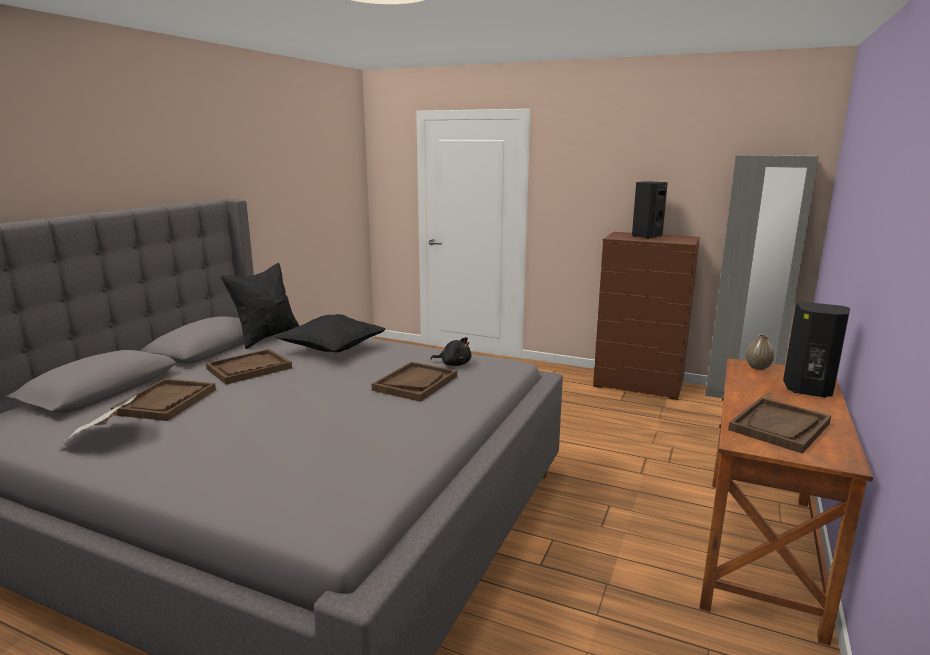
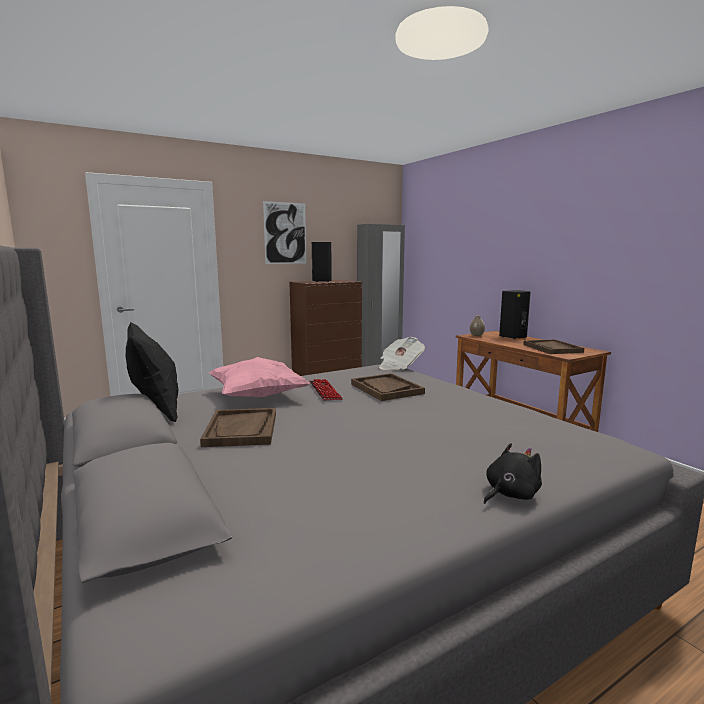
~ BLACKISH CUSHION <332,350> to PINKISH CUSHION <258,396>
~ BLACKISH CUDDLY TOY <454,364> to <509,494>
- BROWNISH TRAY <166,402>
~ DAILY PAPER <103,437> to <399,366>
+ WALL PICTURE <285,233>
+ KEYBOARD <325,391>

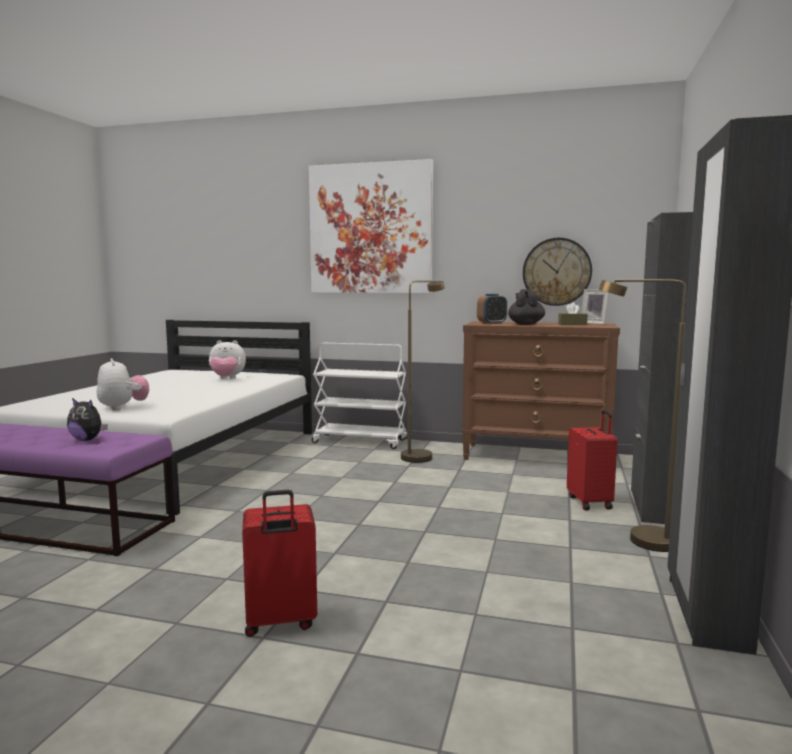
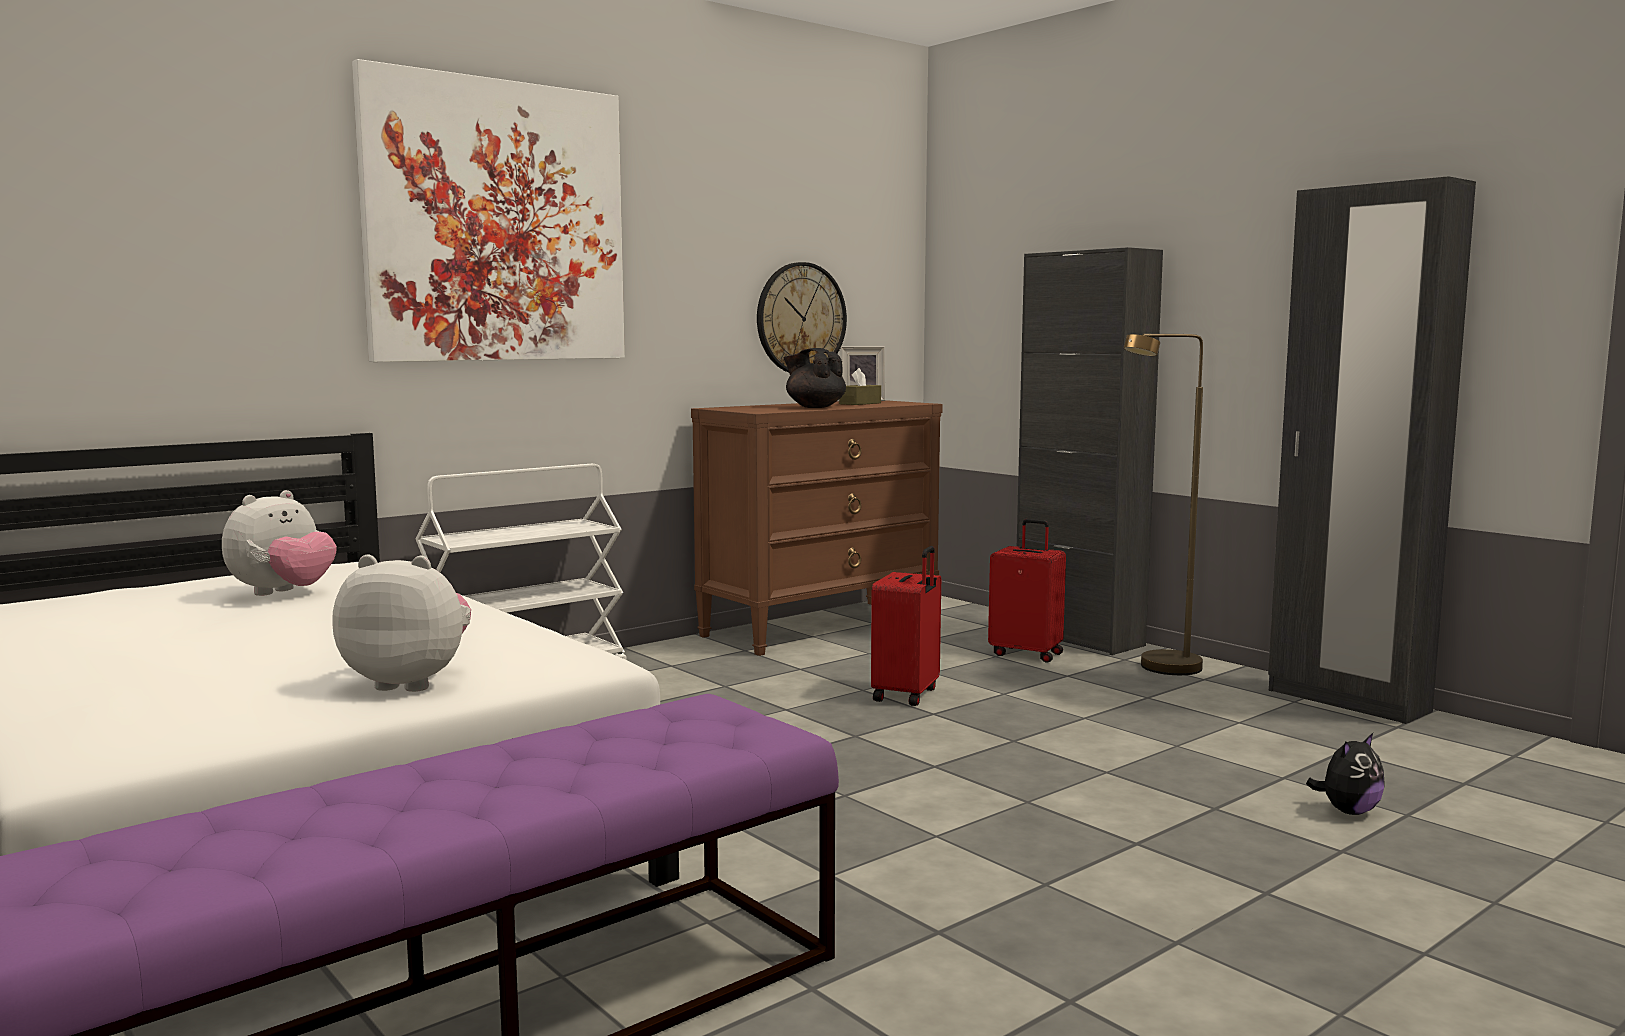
- BROWNISH STANDING LAMP <421,456>
- BEDSIDE CLOCK <491,323>
~ CUDDLY TOY <87,440> to <1348,811>
~ RED PIECE OF LUGGAGE <280,622> to <907,695>

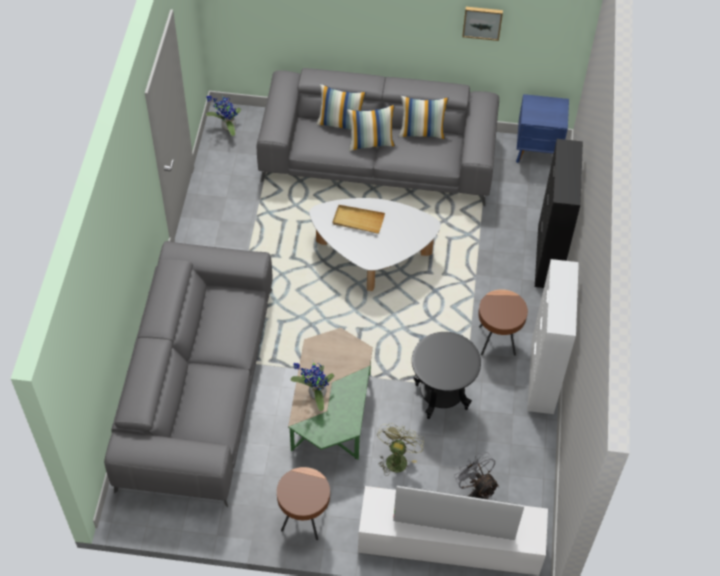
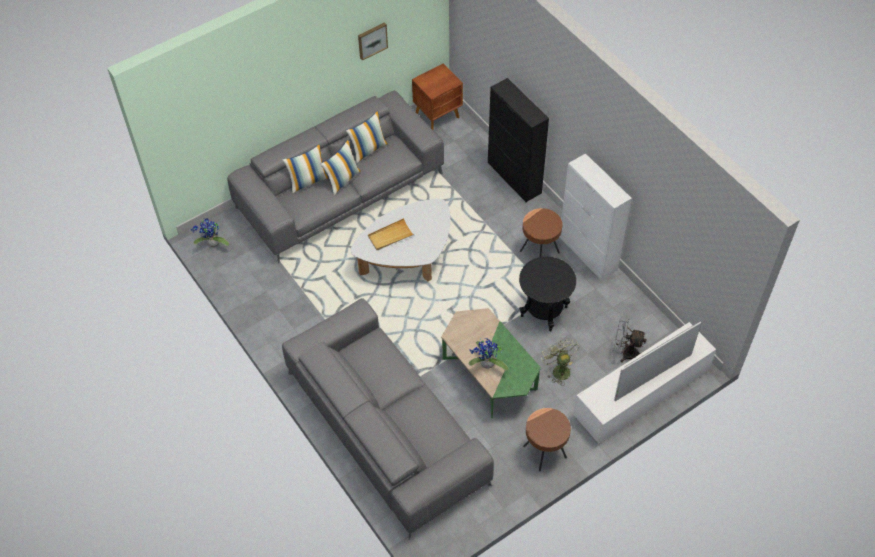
~ BLUE-COLOURED NIGHTSTAND <538,152> to BROWNISH NIGHTSTAND <438,116>

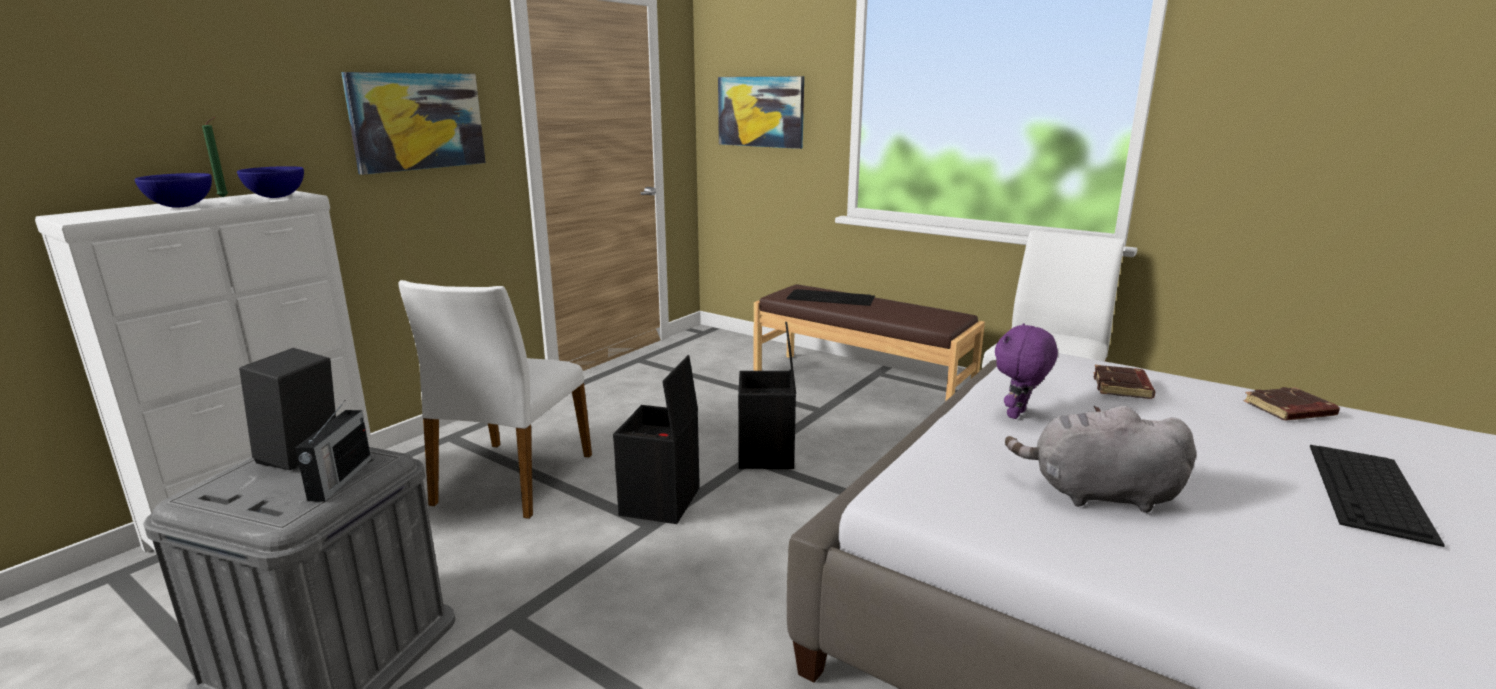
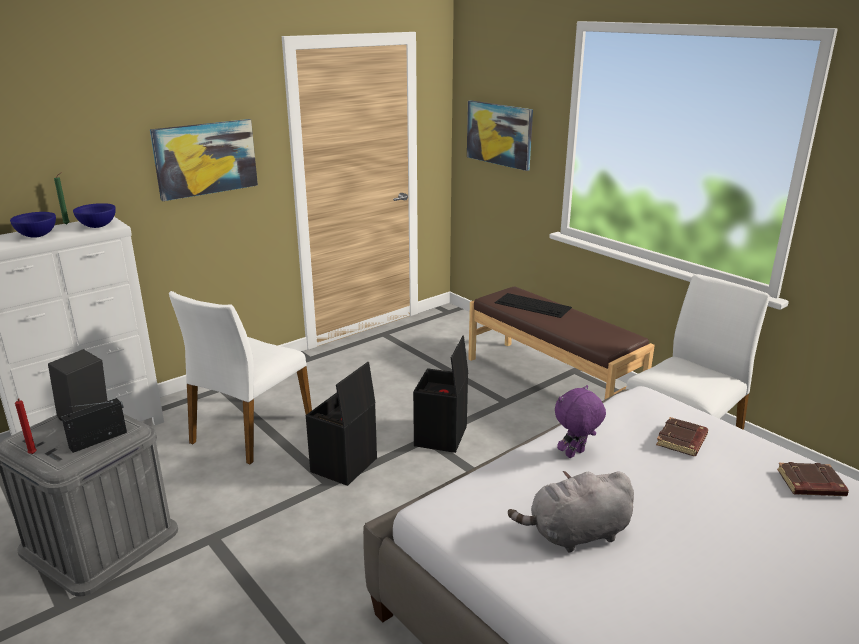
~ RADIO RECEIVER <339,480> = <99,439> 150 degrees counterclockwise
~ GREYISH CUDDLY TOY <1097,494> = <575,534> 45 degrees counterclockwise
- KEYBOARD <1370,491>
+ RED CANDLE <33,454>

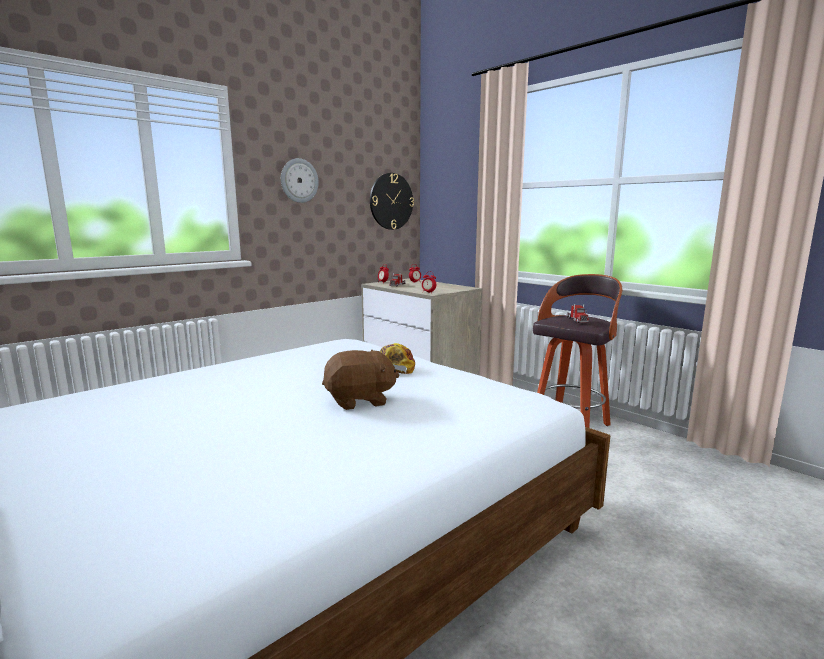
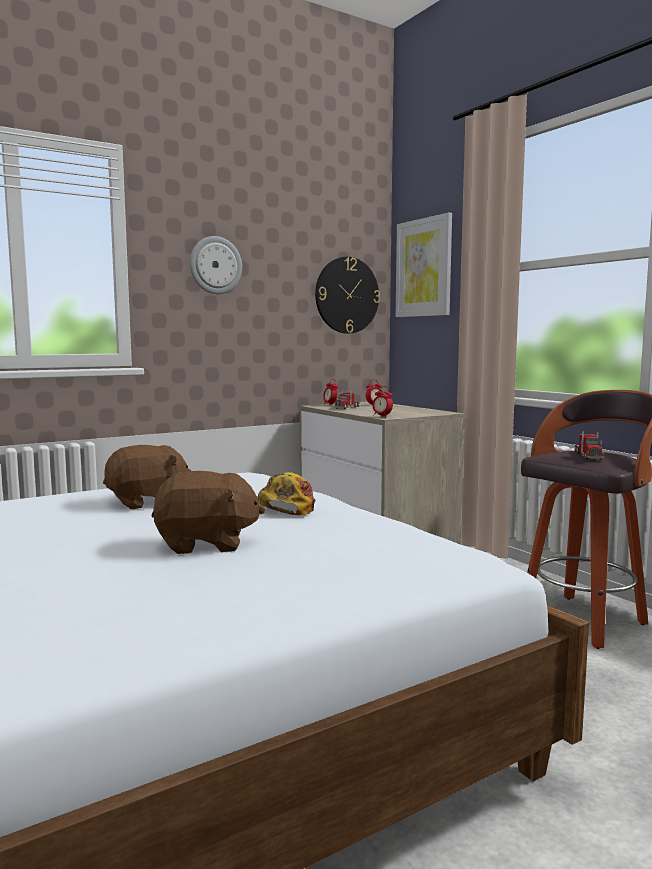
+ WALL PICTURE <424,268>
+ BROWNISH CUDDLY TOY <147,502>

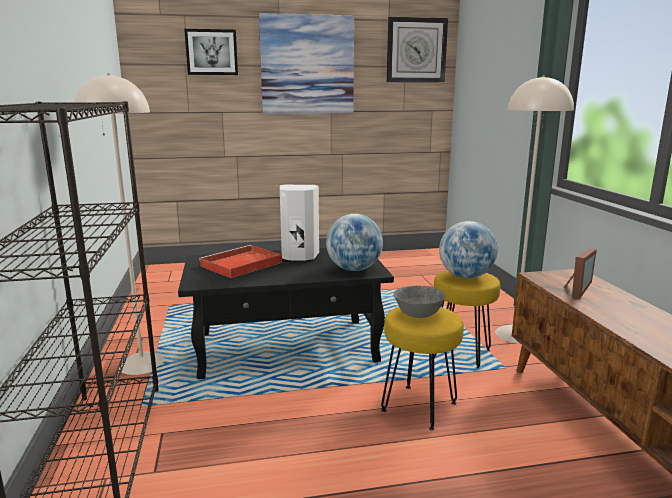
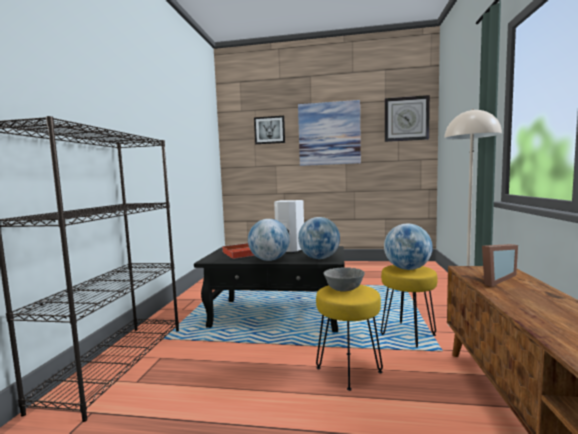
- BEIGE STANDING LAMP <142,363>
+ GLOBE <269,260>

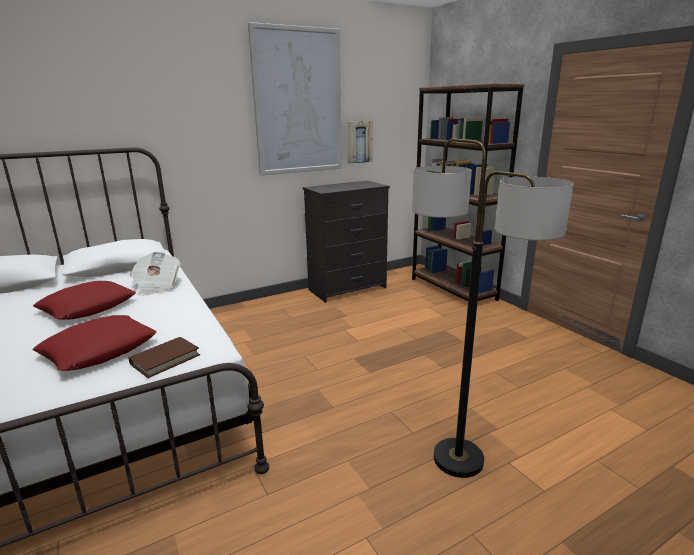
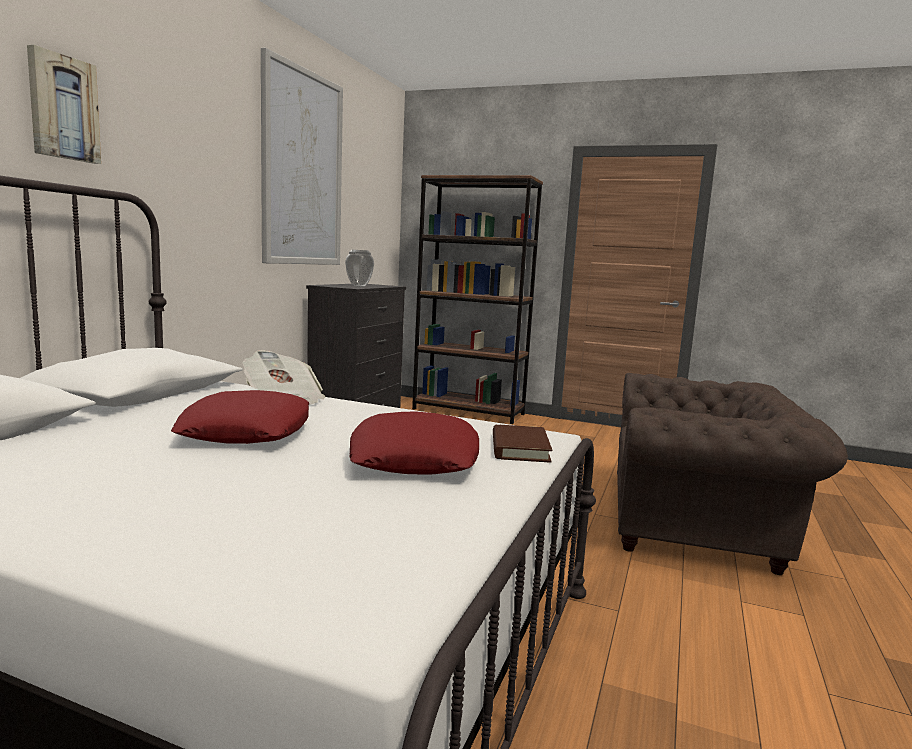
~ WALL PICTURE <359,142> to <62,108>
~ STANDING LAMP <458,459> to BROWNISH LOUNGE CHAIR <699,528>
+ FLOWER VASE <359,286>

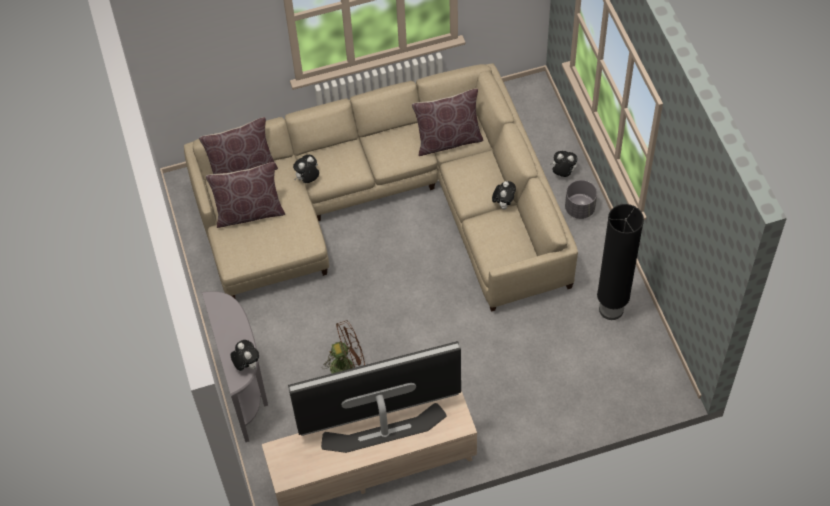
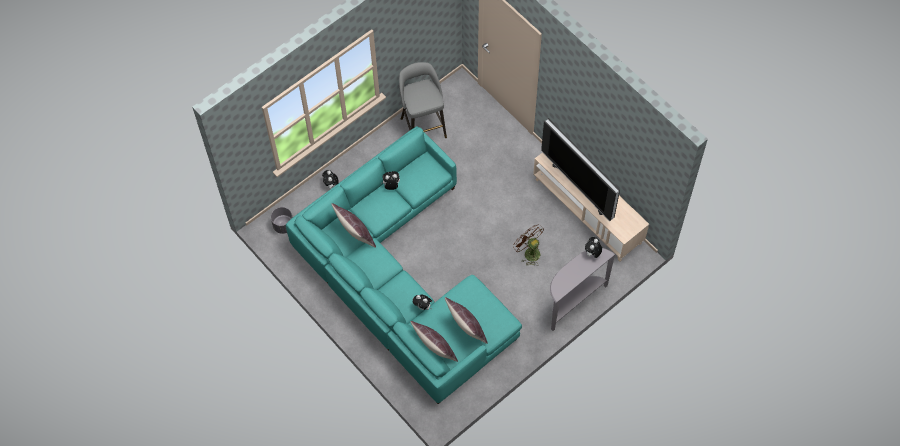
~ BEIGE COUCH <386,206> to TURQUOISE-COLOURED COUCH <402,278>
~ GREYISH PLANT POT <580,208> to <283,225>
~ BLACKISH STANDING LAMP <611,309> to GREYISH SITTING STOOL <423,126>

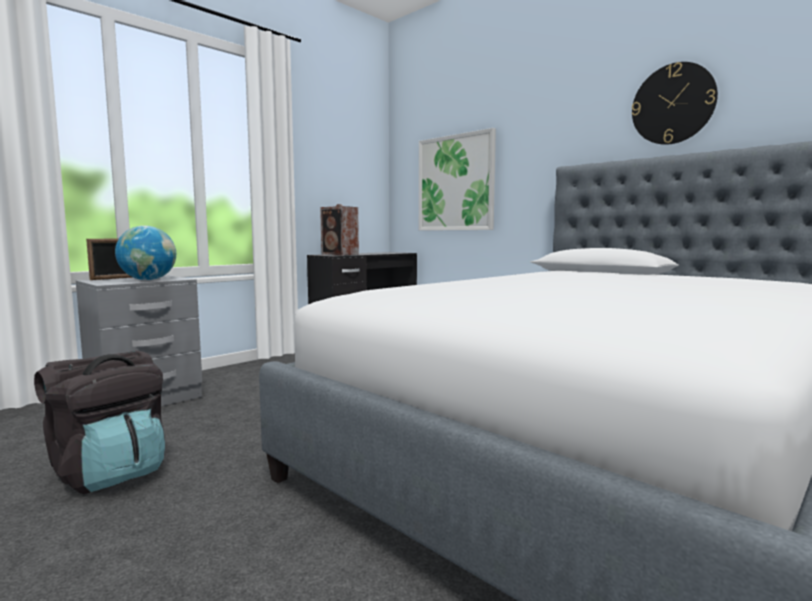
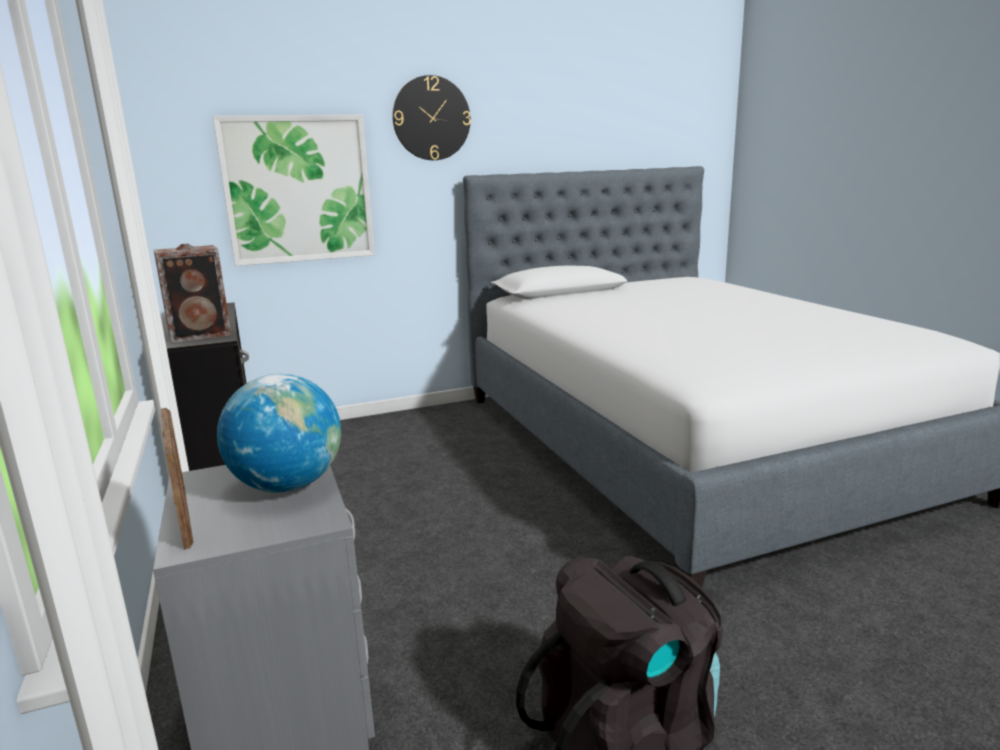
~ CLOCK ON THE WALL <673,104> to <431,118>

